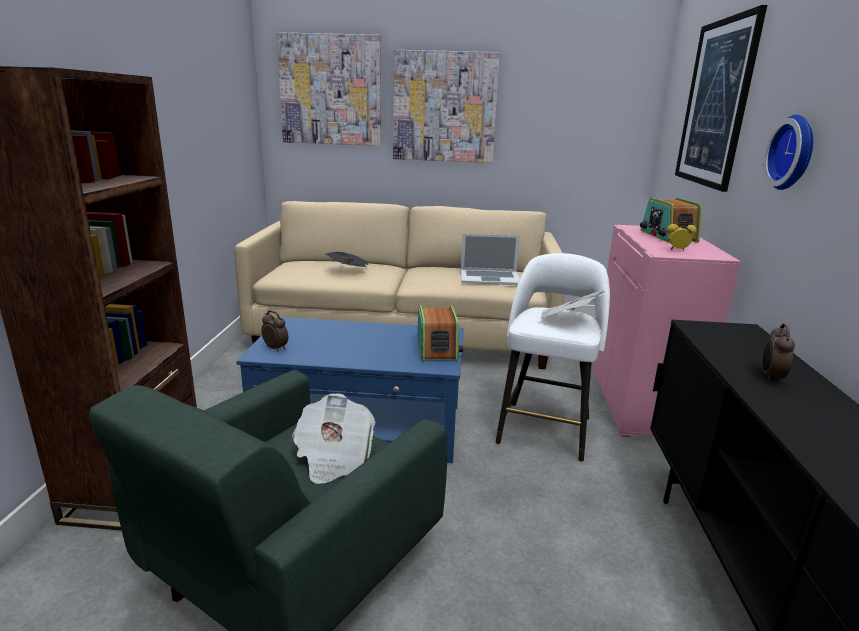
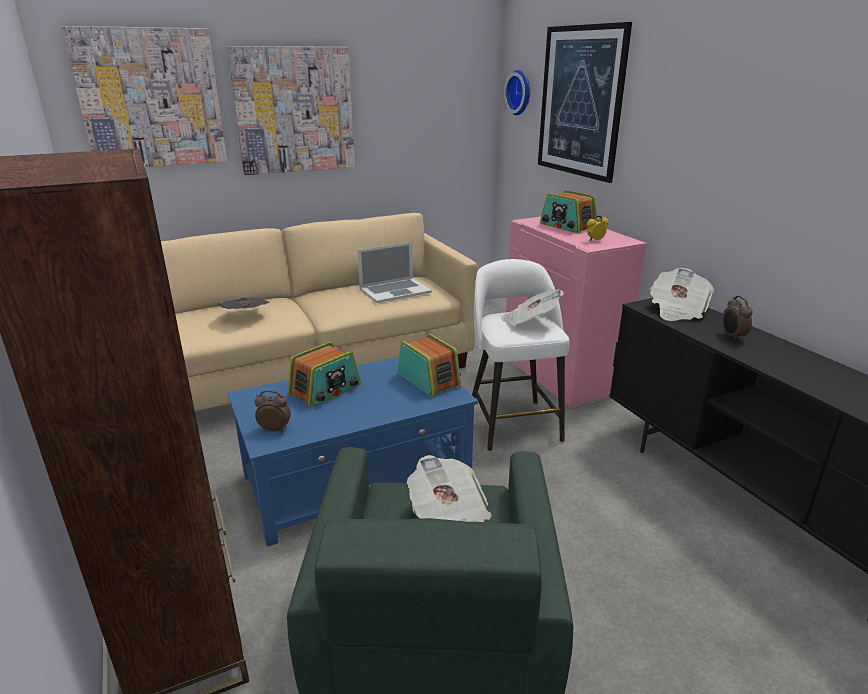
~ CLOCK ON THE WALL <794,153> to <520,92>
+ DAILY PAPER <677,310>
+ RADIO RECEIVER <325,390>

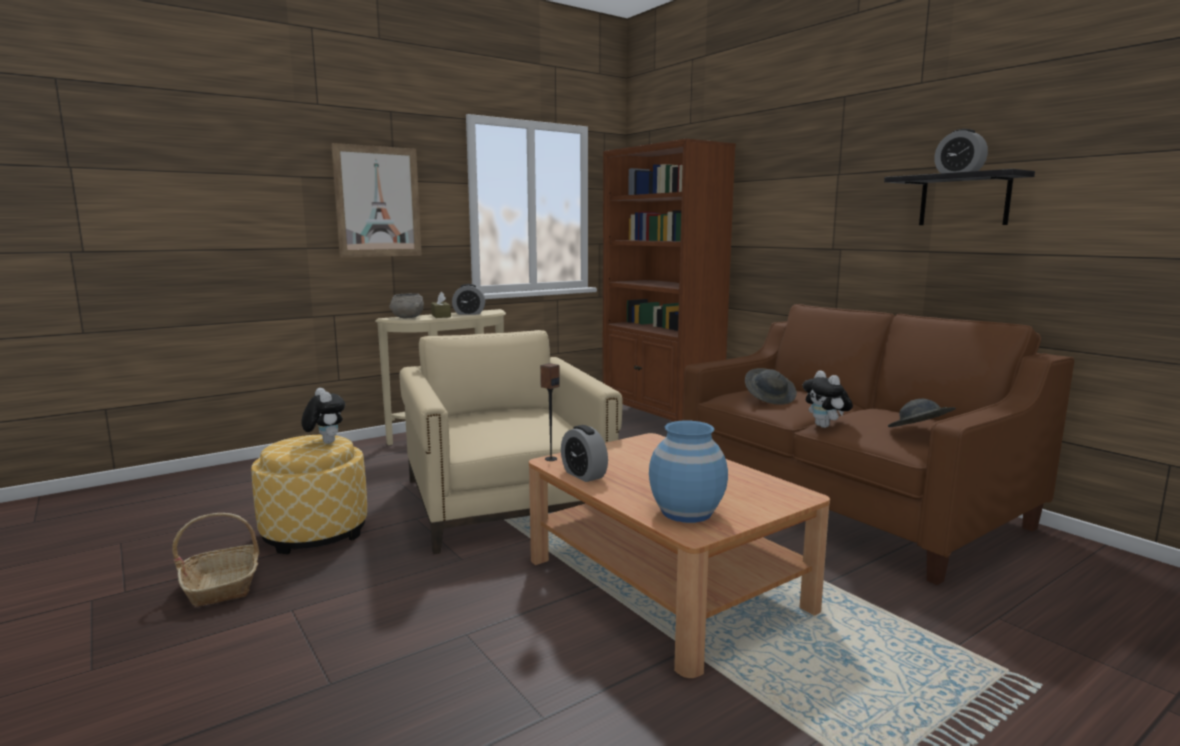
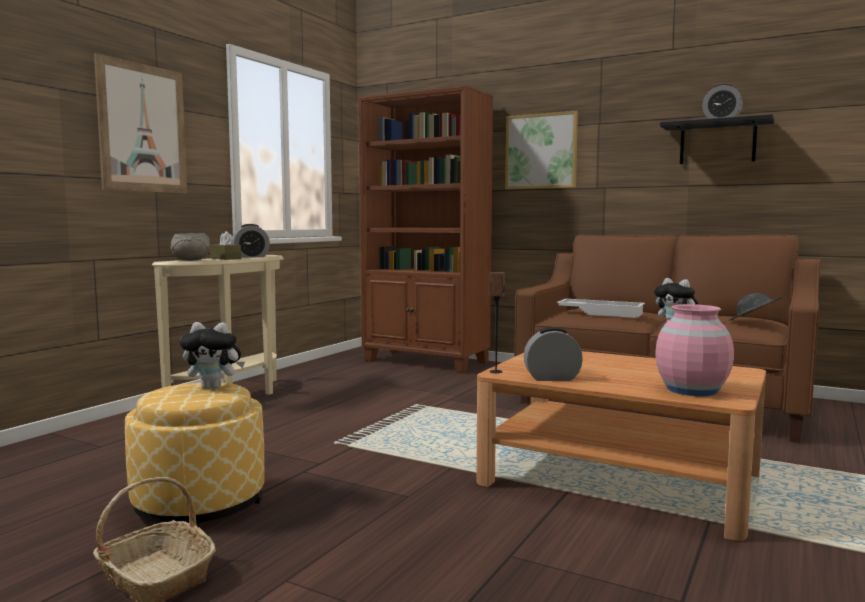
- BEIGE LOUNGE CHAIR <505,501>
~ GREYISH WEARABLE HAT <770,399> to WHITE TRAY <601,313>
~ CUDDLY TOY <325,442> = <214,388> 150 degrees clockwise
~ BLUE-COLOURED FLOWER VASE <686,512> to PINKISH FLOWER VASE <691,390>
~ BEDSIDE CLOCK <583,475> = <552,378> 150 degrees clockwise
+ WALL PICTURE <541,151>

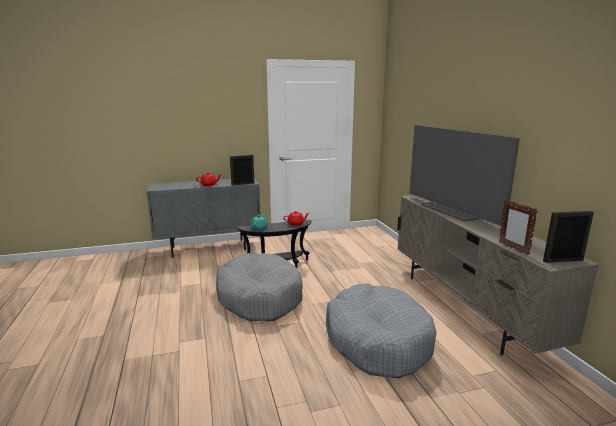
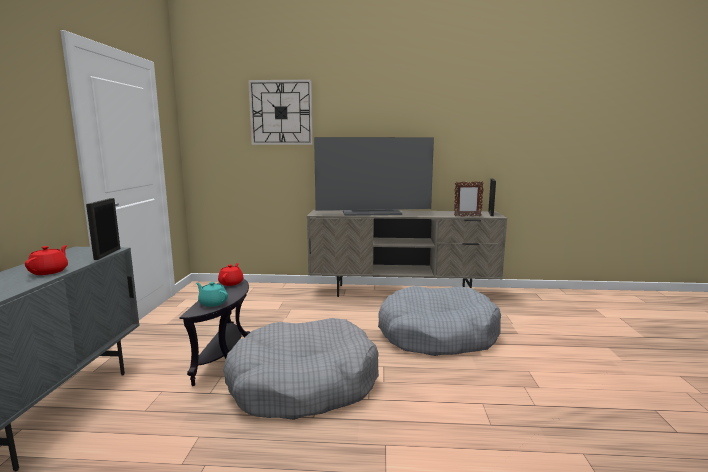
+ CLOCK ON THE WALL <281,113>

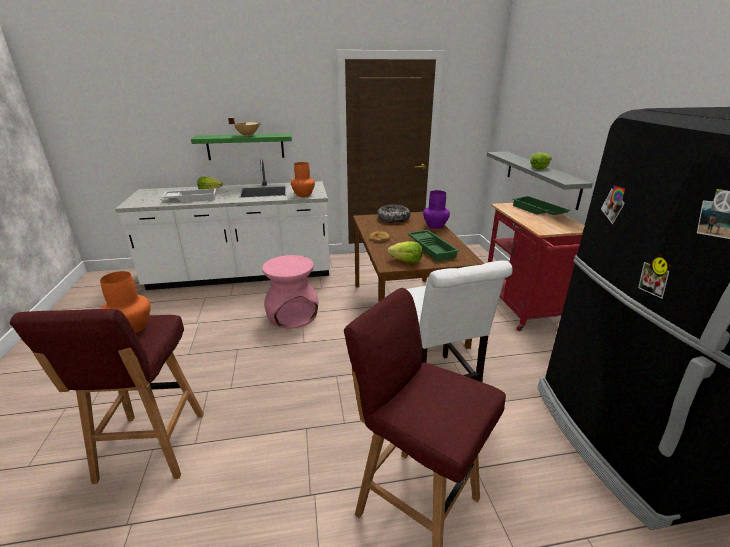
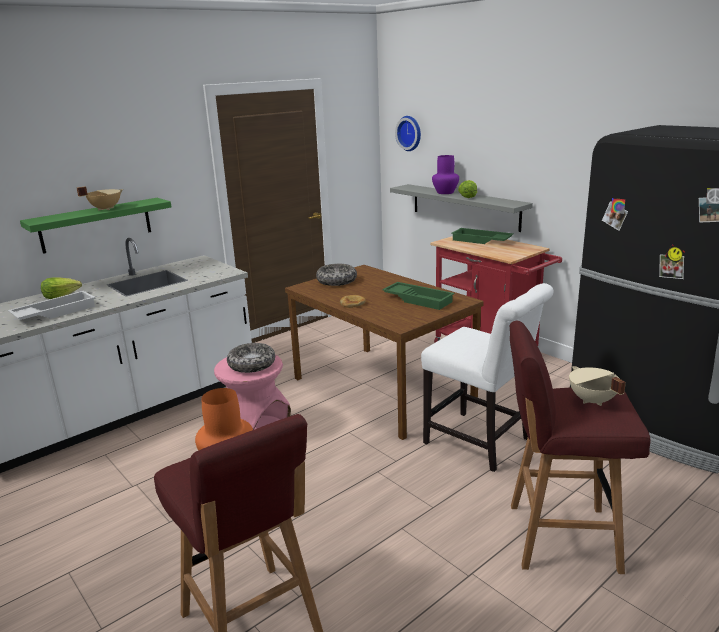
- ORANGEY FLOWER VASE <304,195>
~ PURPLE-COLOURED FLOWER VASE <435,226> to <445,192>
- HEAD OF LETTUCE <406,261>
+ CLOCK ON THE WALL <410,133>
+ BOWL <251,364>
+ BEIGE COOKING POT <592,401>

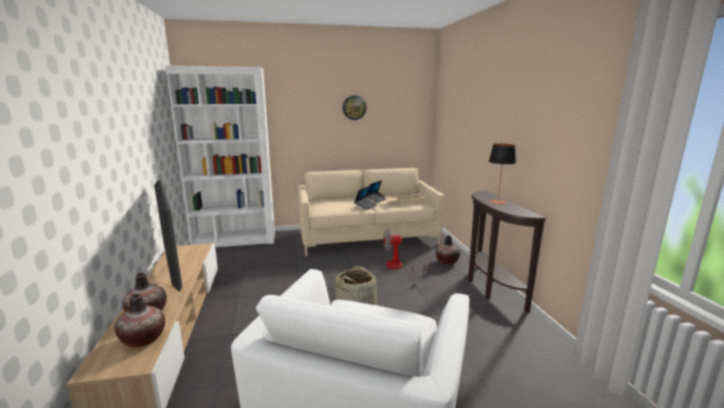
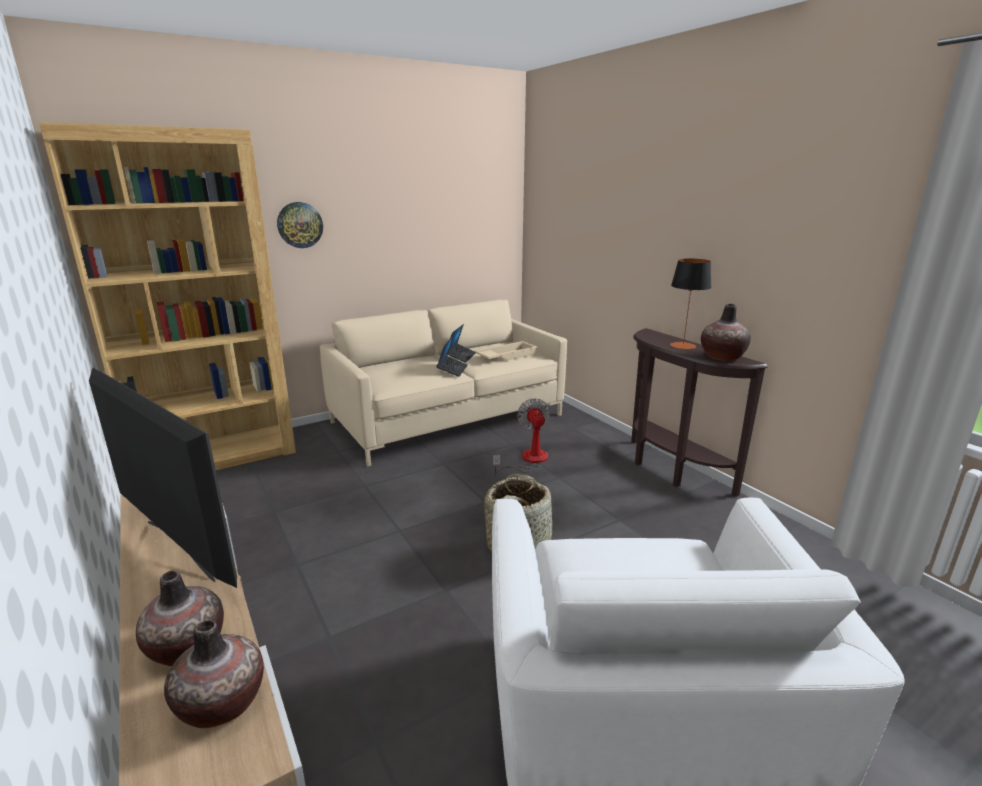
~ WHITE BOOKCASE <235,240> to BROWNISH BOOKCASE <217,457>
~ CLOCK ON THE WALL <354,107> to <300,225>
~ COOLING FAN <399,267> = <528,460> 105 degrees clockwise
~ FLOWER VASE <447,262> to <722,357>

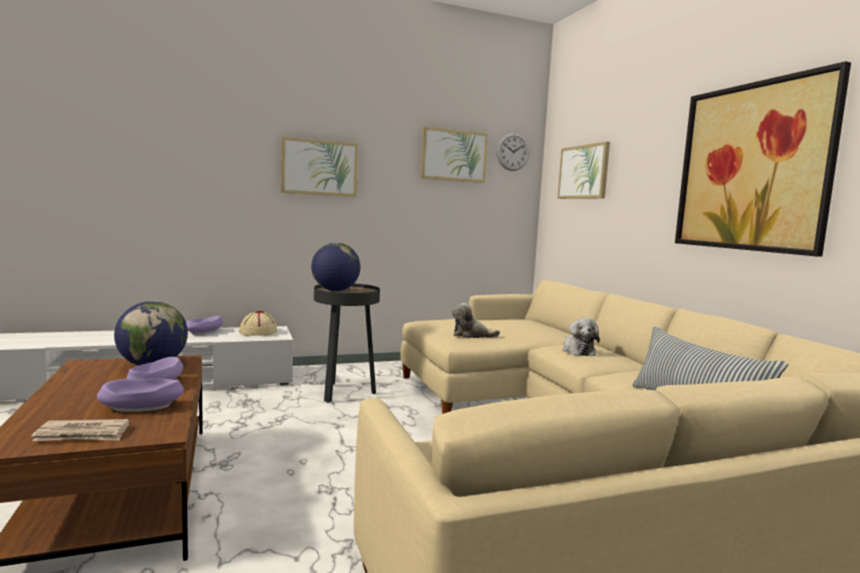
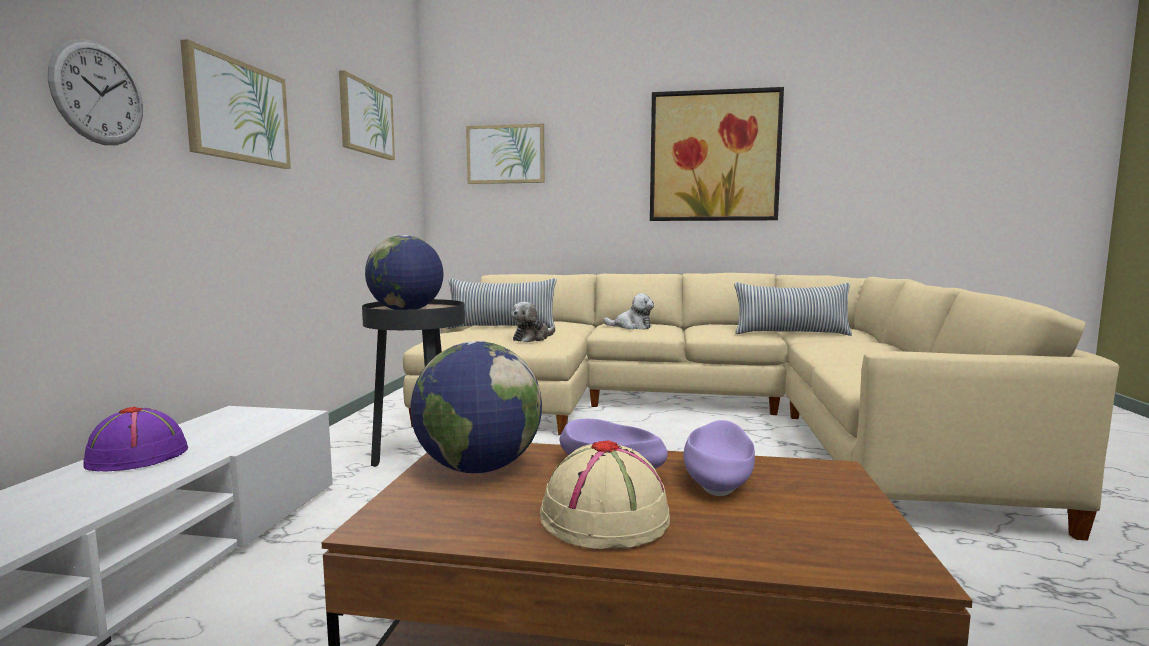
~ CLOCK ON THE WALL <513,152> to <98,93>
~ BEIGE WEARABLE HAT <258,332> to <605,519>
~ PURPLE-COLOURED BOWL <204,332> to PURPLE-COLOURED WEARABLE HAT <138,457>
- DAILY PAPER <83,434>
+ CUSHION <502,327>

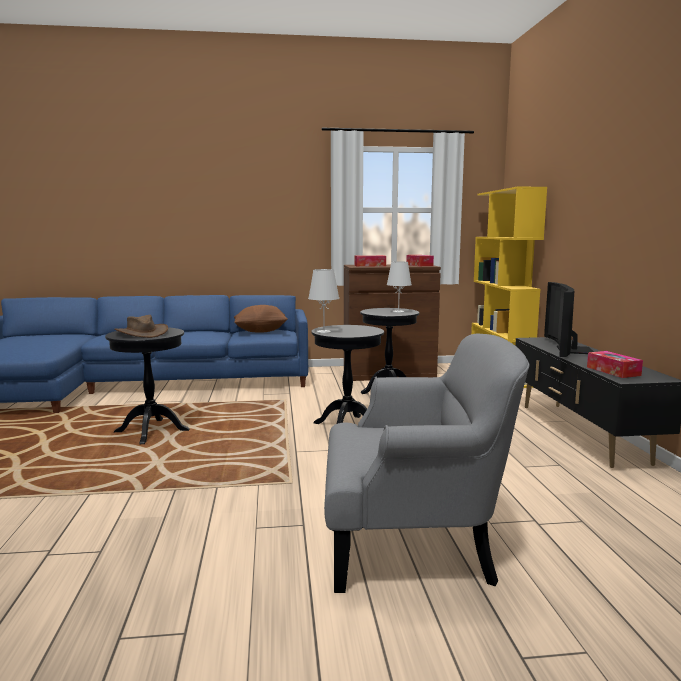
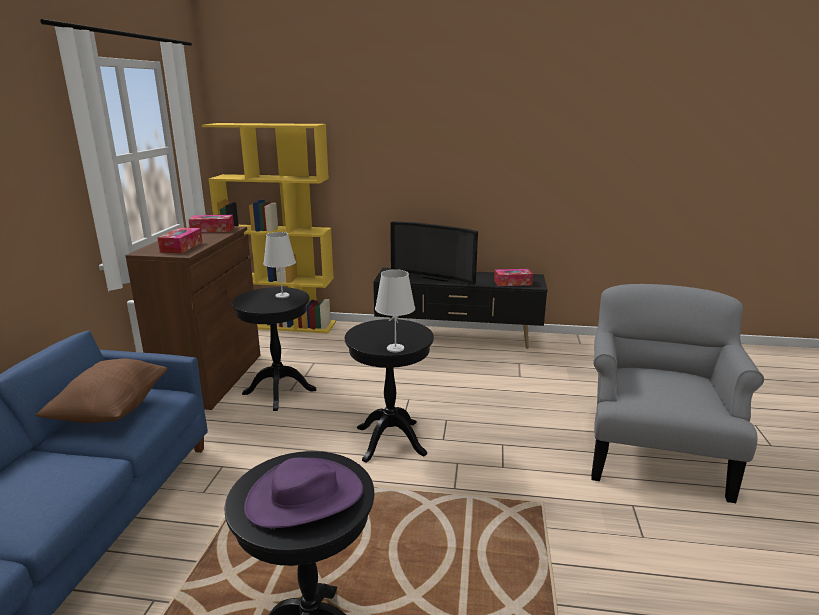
~ BROWNISH WEARABLE HAT <141,333> to PURPLE-COLOURED WEARABLE HAT <305,498>

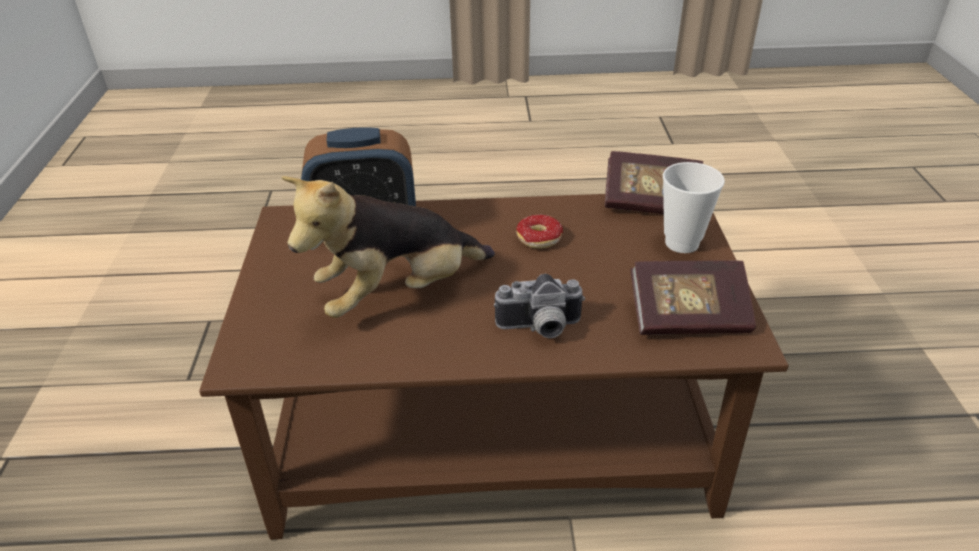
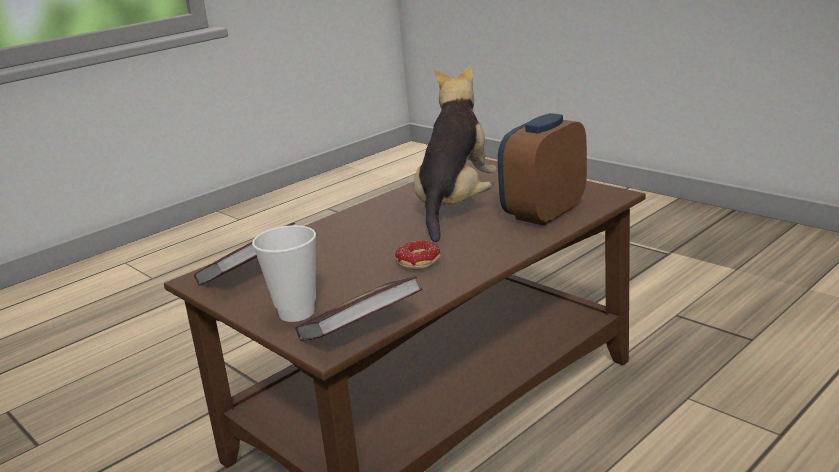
- PHOTO CAMERA <540,329>

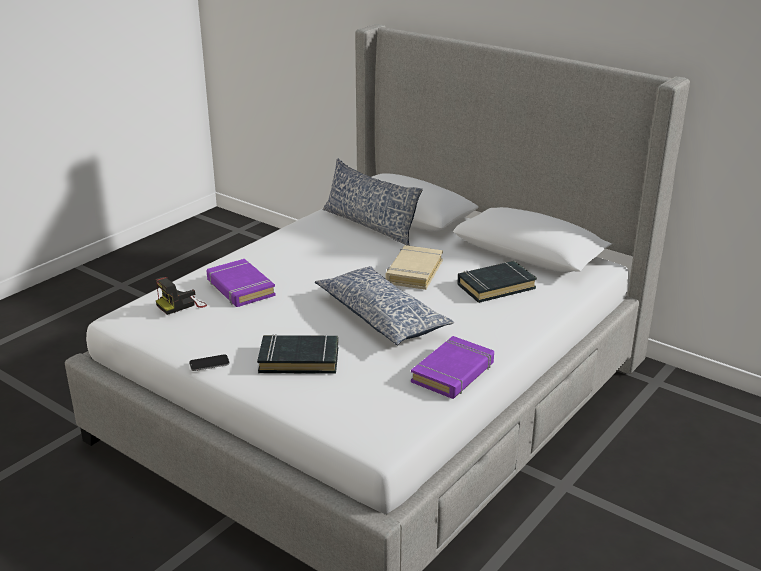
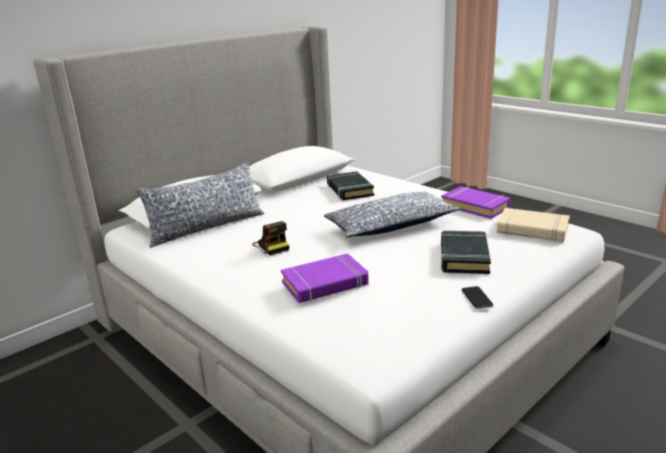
~ BEIGE BOUND BOOK <414,272> to <532,230>
~ PHOTO CAMERA <181,305> to <272,246>

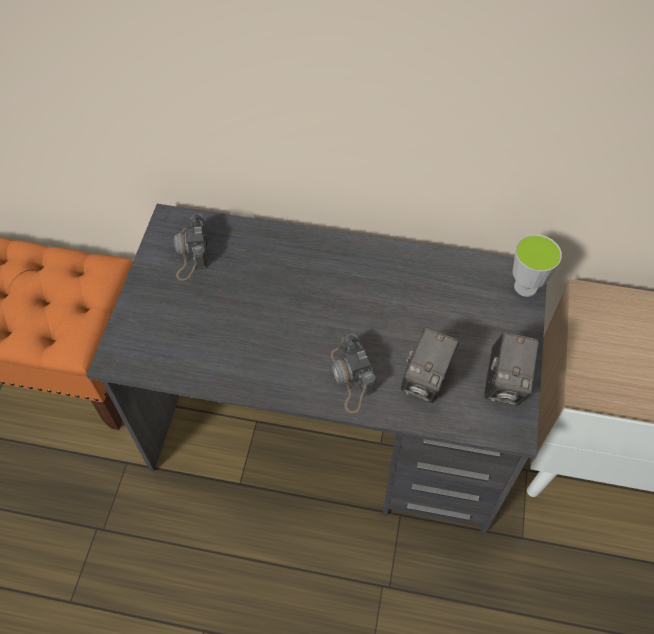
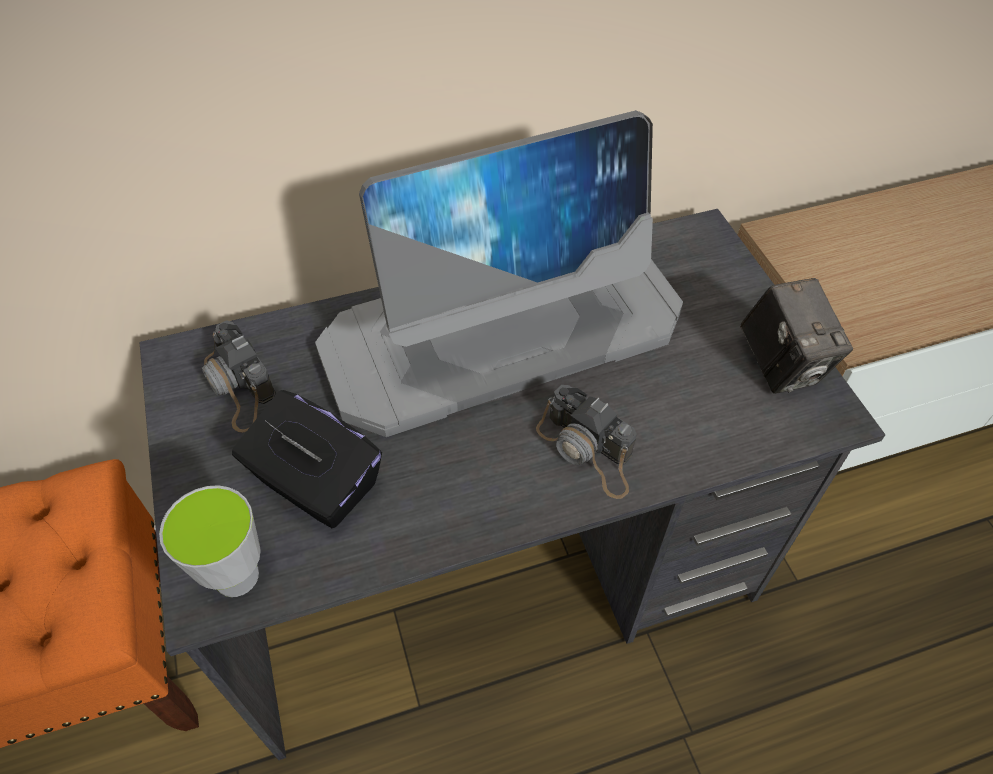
~ DRINKING CUP <525,287> to <236,576>
- PHOTO CAMERA <426,379>
+ COMPUTER SCREEN <505,331>
+ BLACKISH TISSUE HOLDER <315,483>

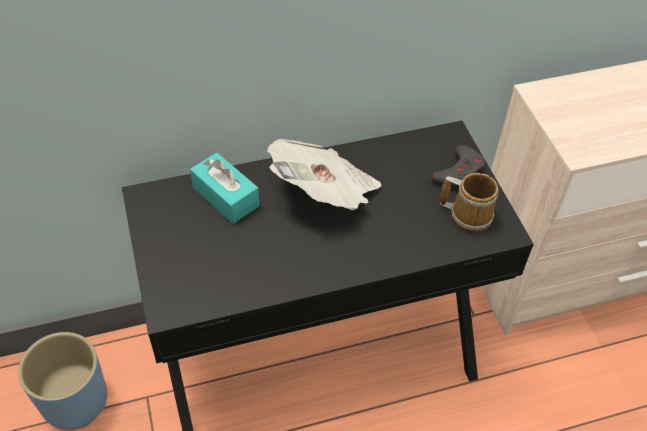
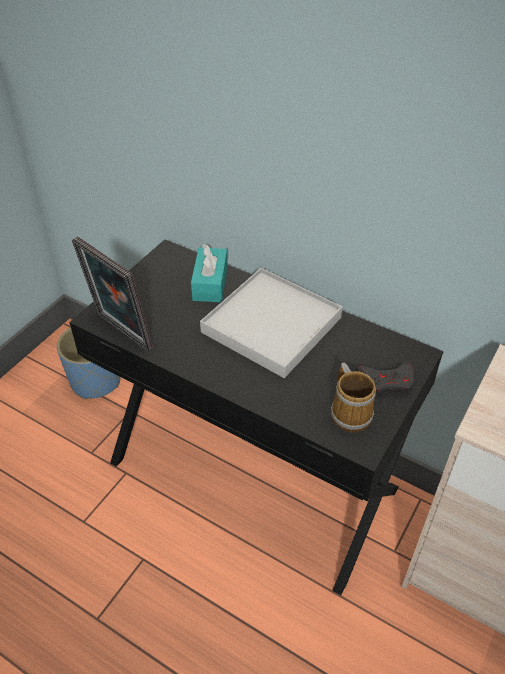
~ DAILY PAPER <325,193> to WHITE TRAY <272,325>
+ PHOTO FRAME <121,334>

